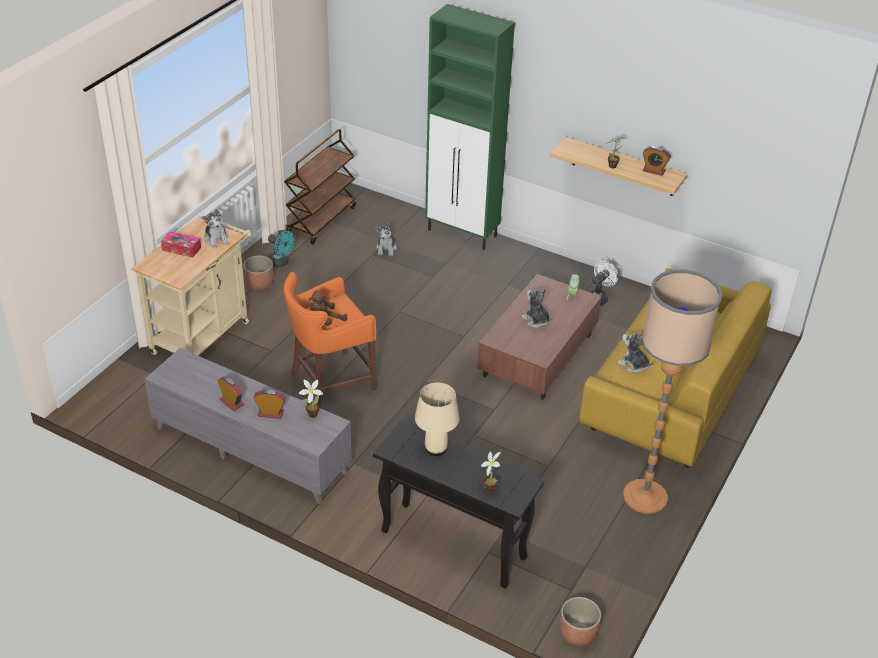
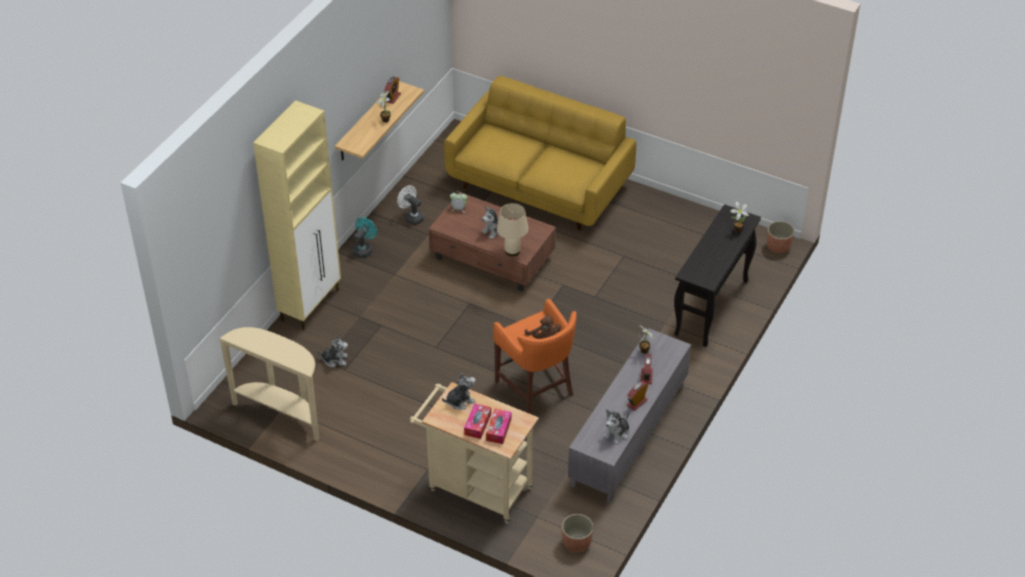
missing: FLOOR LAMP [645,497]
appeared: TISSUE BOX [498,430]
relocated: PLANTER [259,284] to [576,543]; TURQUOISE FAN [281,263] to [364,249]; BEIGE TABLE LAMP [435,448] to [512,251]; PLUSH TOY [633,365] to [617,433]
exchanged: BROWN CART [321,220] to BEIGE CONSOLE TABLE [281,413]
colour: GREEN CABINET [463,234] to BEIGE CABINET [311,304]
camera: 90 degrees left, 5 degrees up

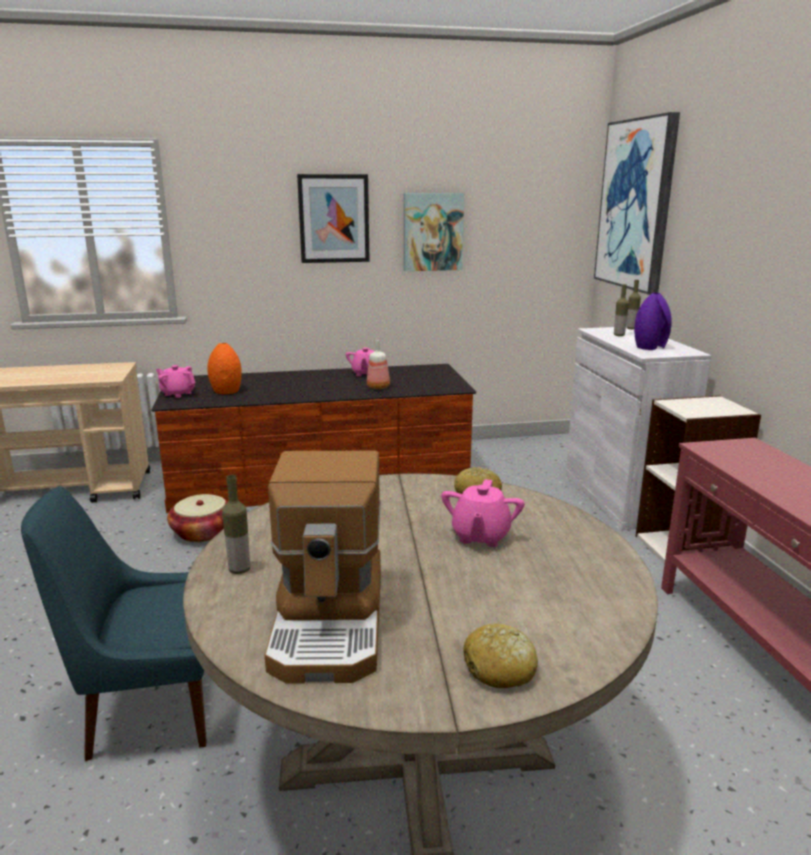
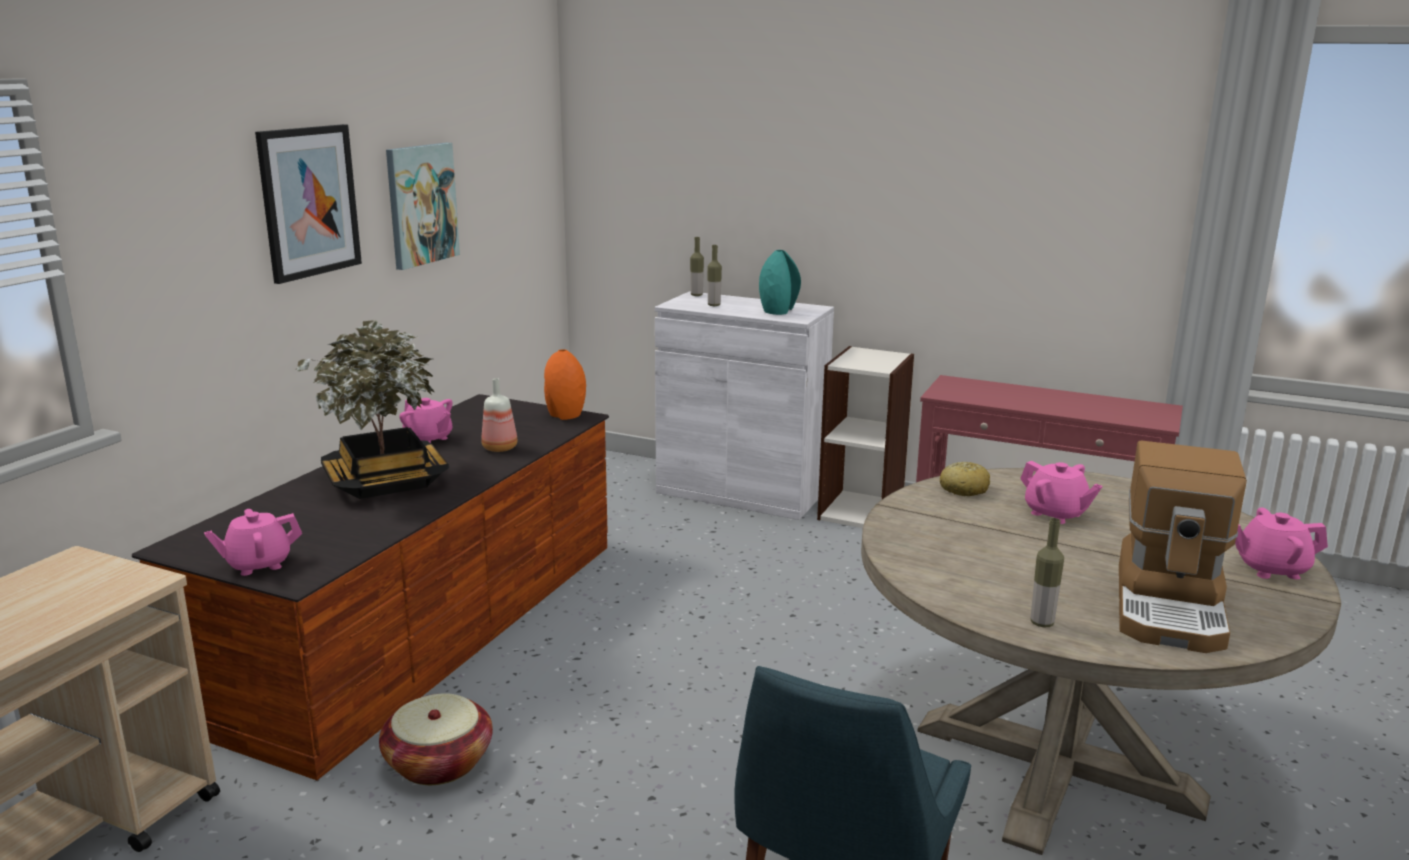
missing: PICTURE [636,205]
appeared: POTTED PLANT [385,481]
relocated: ORANGE VASE [226,391] to [565,415]
exchanged: BREAD [499,669] to PINK TEAPOT [1271,569]
colour: PURPLE VASE [650,347] to TURQUOISE VASE [778,311]
spun: COFFEE MACHINE [331,622] = [1171,607] 75 degrees clockwise
camera: 55 degrees left, 0 degrees up

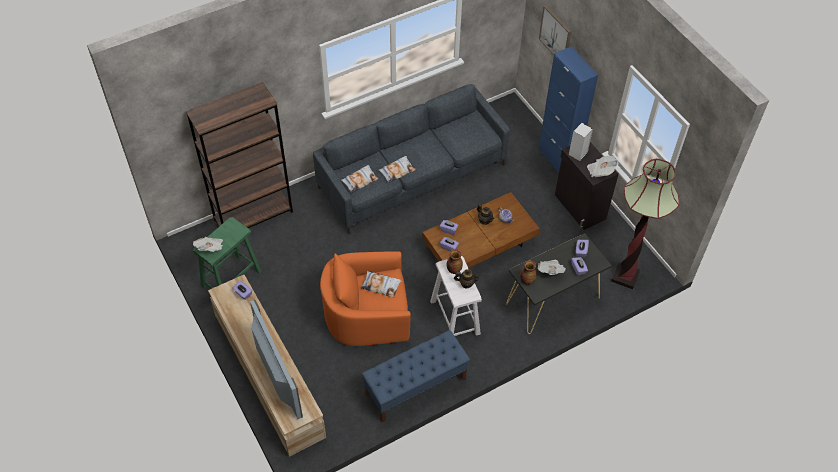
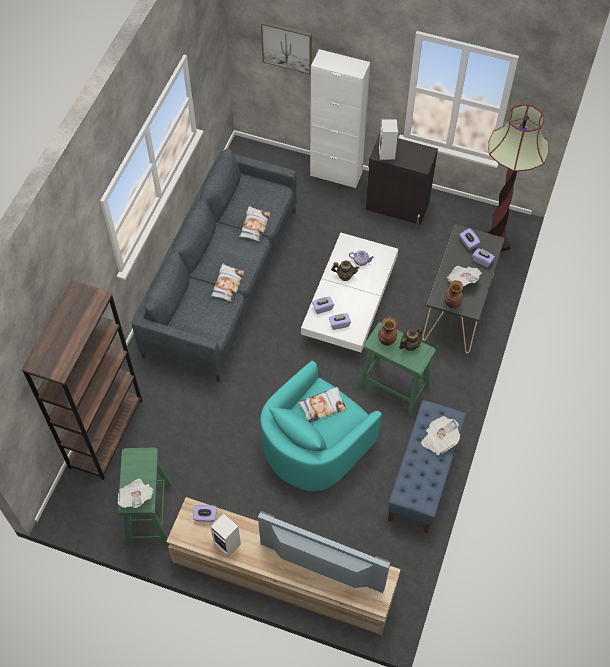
appeared: SPEAKER [228,544]
relocated: PILLOW [360,180] to [254,226]; NEWSPAPER [600,171] to [439,440]
colour: ORANGE ARMCHAIR [367,314] to TURQUOISE ARMCHAIR [314,445]; BROWN COFFEE TABLE [479,246] to WHITE COFFEE TABLE [349,305]; WHITE STOOL [455,317] to GREEN STOOL [393,386]; BLUE CABINET [557,159] to WHITE CABINET [336,174]
camera: 40 degrees left, 5 degrees up

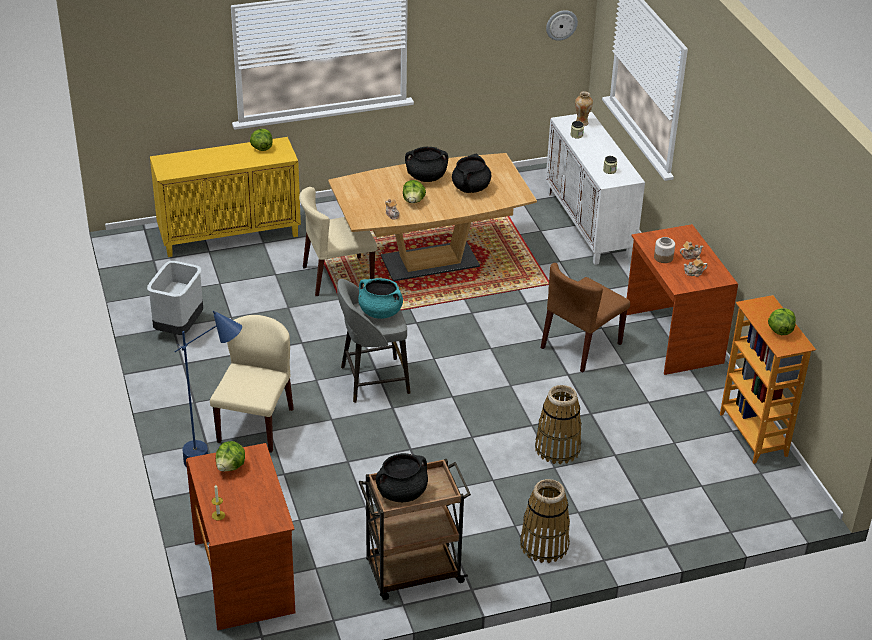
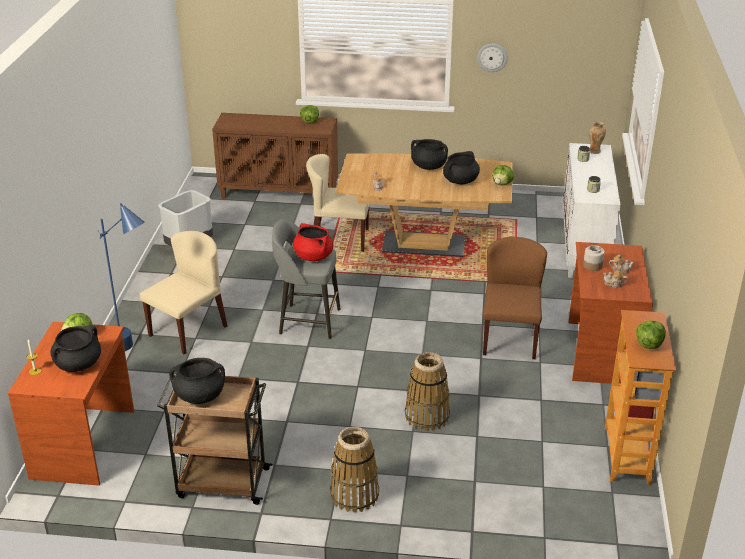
appeared: BLACK COOKING POT [78,364]
relocated: LETTUCE [413,201] to [502,184]; WALL CLOCK [561,24] to [492,57]
colour: YELLOW CABINET [230,235] to BROWN CABINET [280,193]; TURQUOISE COOKING POT [380,312] to RED COOKING POT [313,256]
spun: BROWN CHAIR [581,346] = [509,338] 120 degrees clockwise
camera: 25 degrees right, 5 degrees down

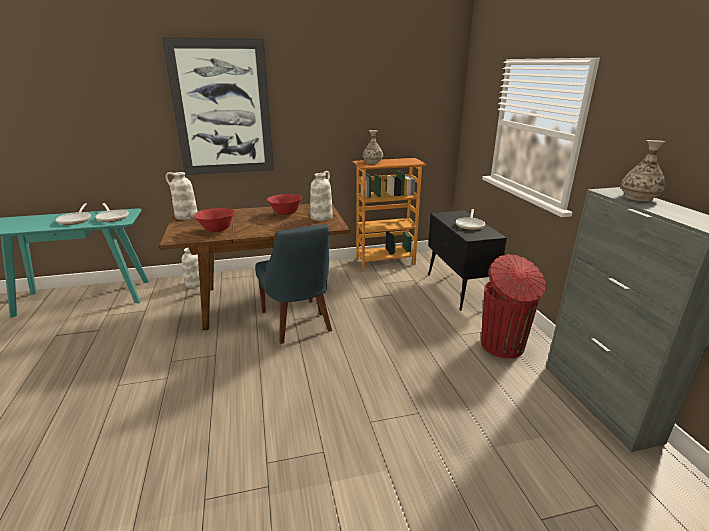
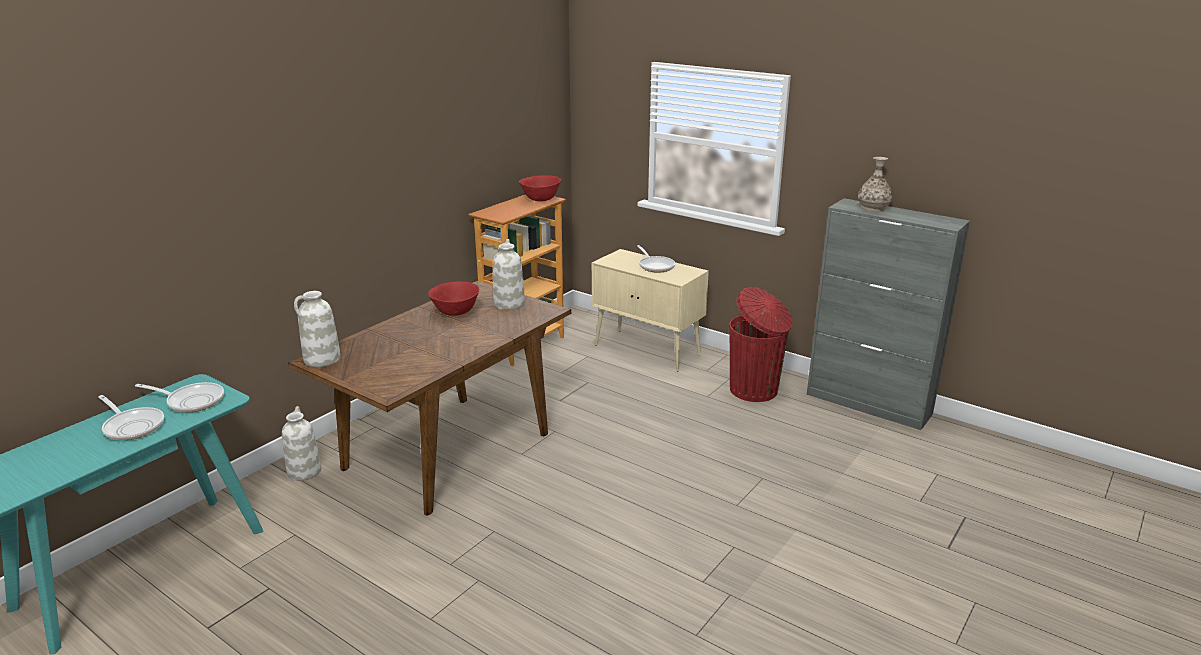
missing: PICTURE [222,109]; BLUE CHAIR [297,323]; VASE [372,162]
relocated: RED BOWL [217,230] to [541,200]
colour: BLACK CABINET [458,290] to BEIGE CABINET [648,350]
camera: 40 degrees left, 0 degrees up

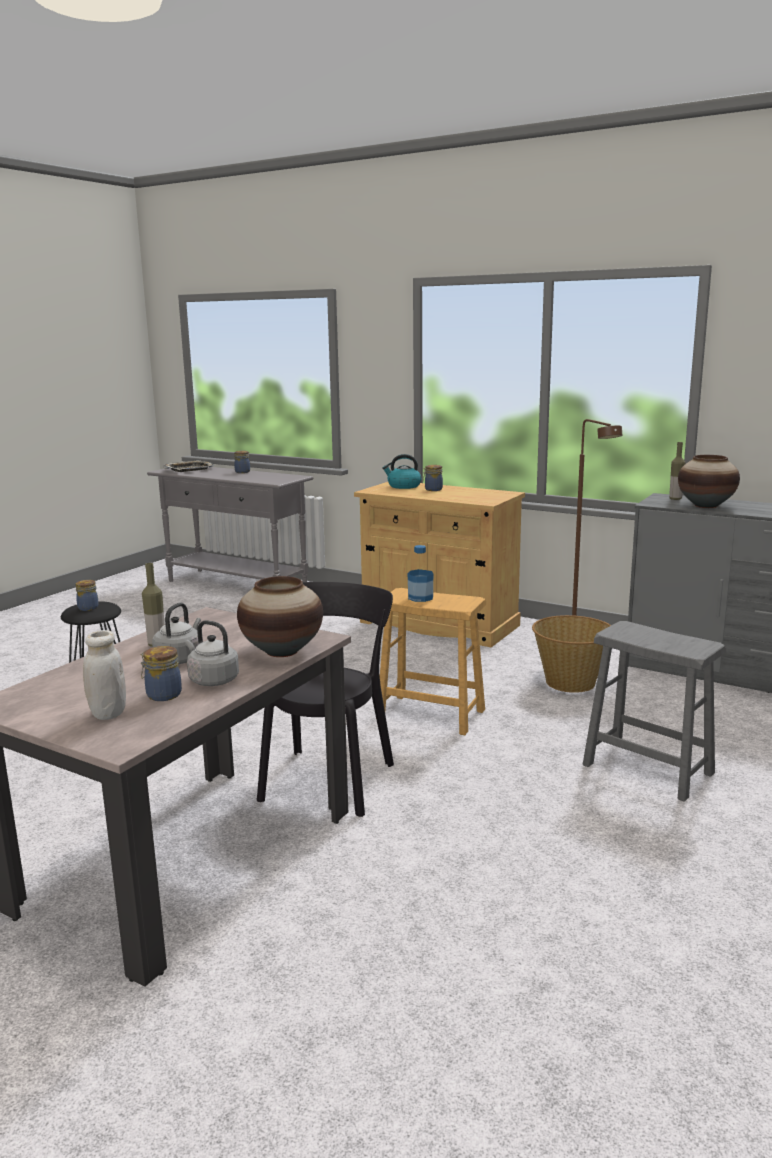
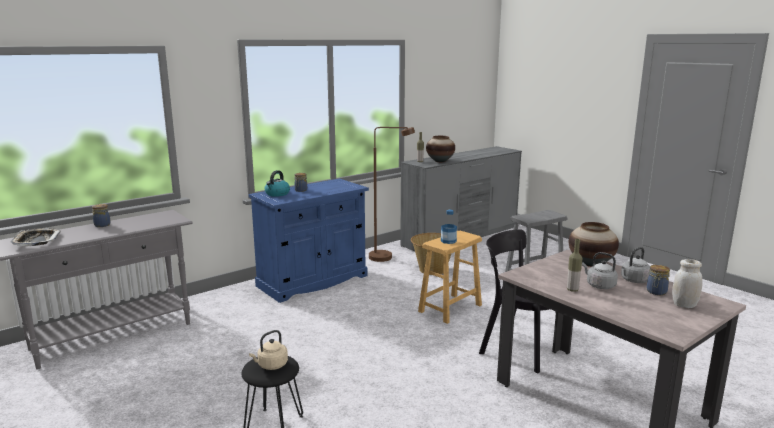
exchanged: JAR [87,608] to BEIGE KETTLE [271,365]
colour: BEIGE CABINET [438,624] to BLUE CABINET [313,281]
camera: 70 degrees left, 0 degrees up

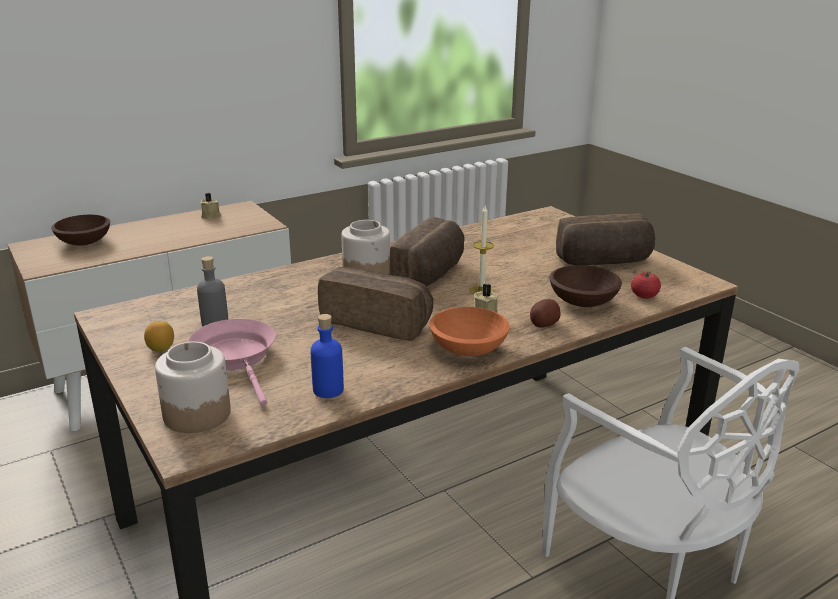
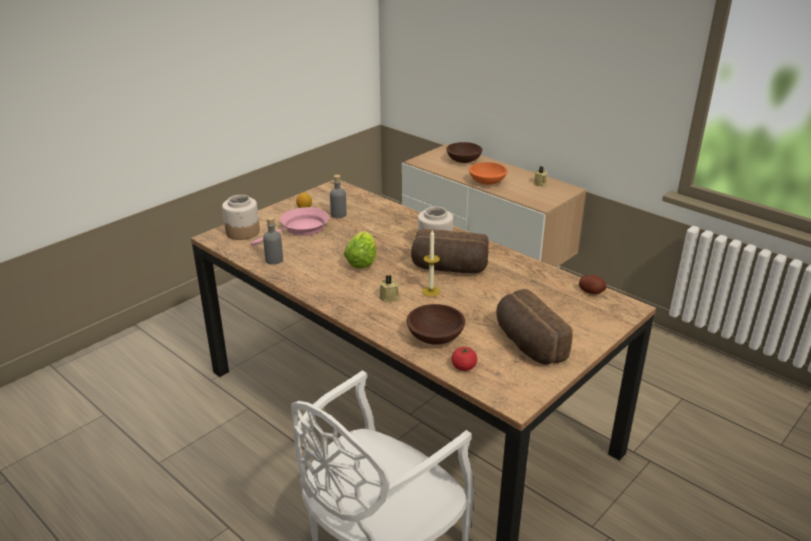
relocated: ORANGE BOWL [468,348] to [488,182]; POTATO [543,324] to [591,291]
exchanged: BREAD [377,322] to LETTUCE [362,261]
colour: BLUE BOTTLE [328,390] to GREY BOTTLE [274,260]
camera: 75 degrees right, 5 degrees up

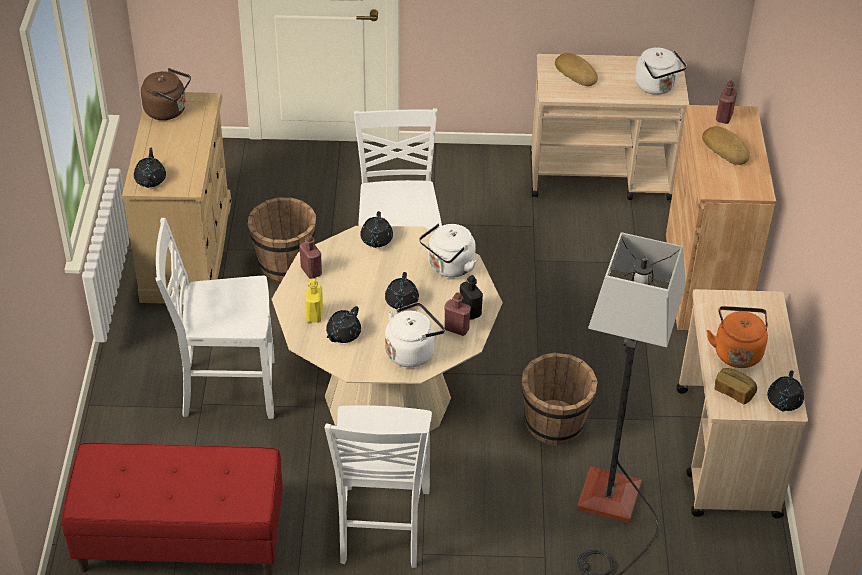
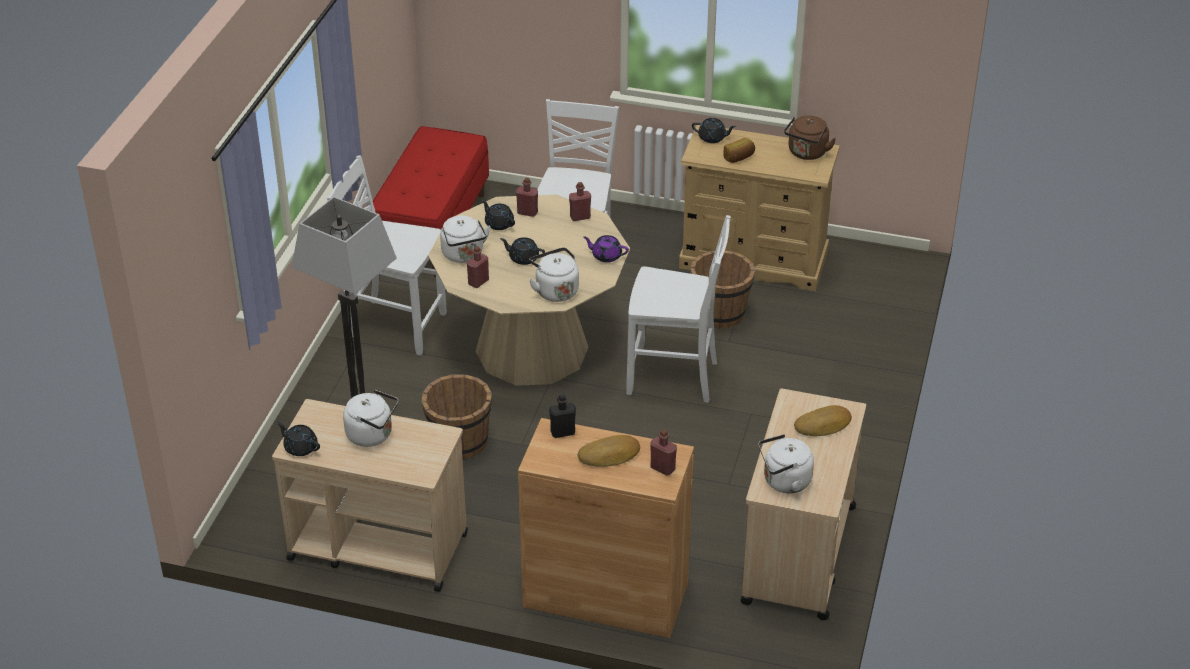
relocated: BLACK BOTTLE [470,312] to [562,432]; BREAD [734,392] to [739,157]
colour: YELLOW BOTTLE [314,315] to RED BOTTLE [527,212]; BLACK TEAPOT [376,240] to PURPLE TEAPOT [606,256]; ORANGE KETTLE [737,351] to WHITE KETTLE [372,435]
camera: 105 degrees right, 5 degrees down

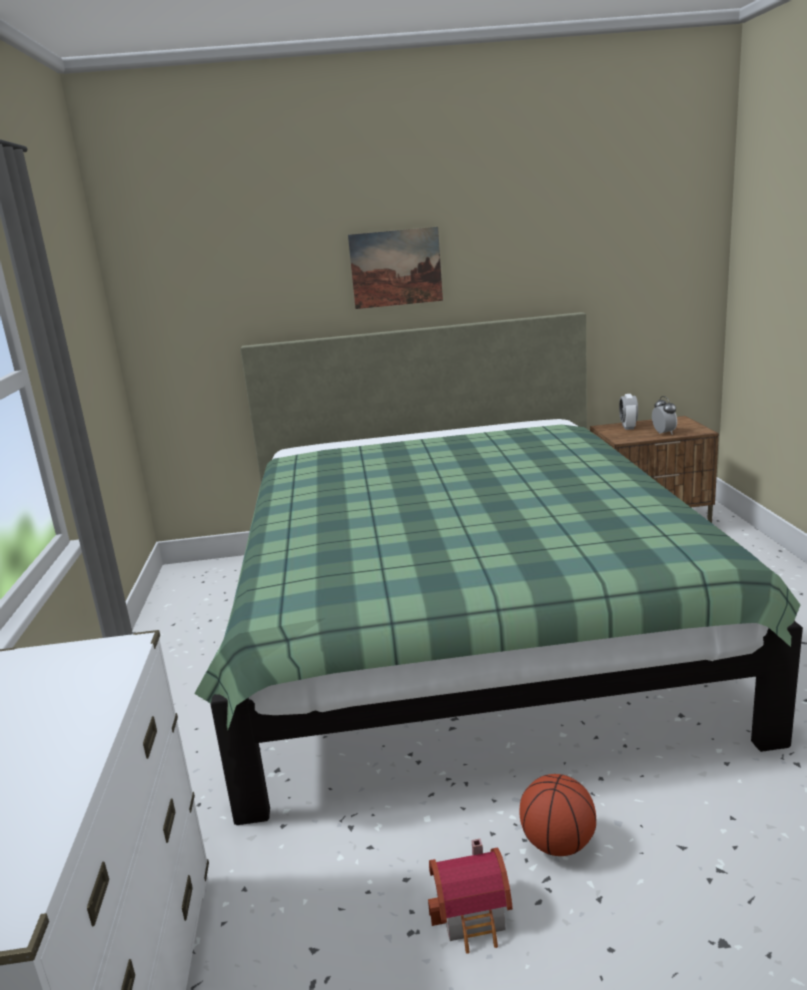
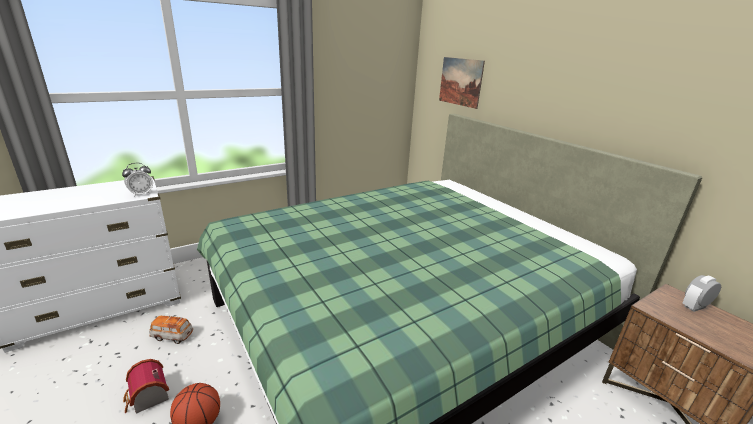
appeared: TOY CAR [172,336]
relocated: PICTURE [396,268] to [460,82]; ALARM CLOCK [663,433] to [141,194]
camera: 60 degrees right, 5 degrees up

